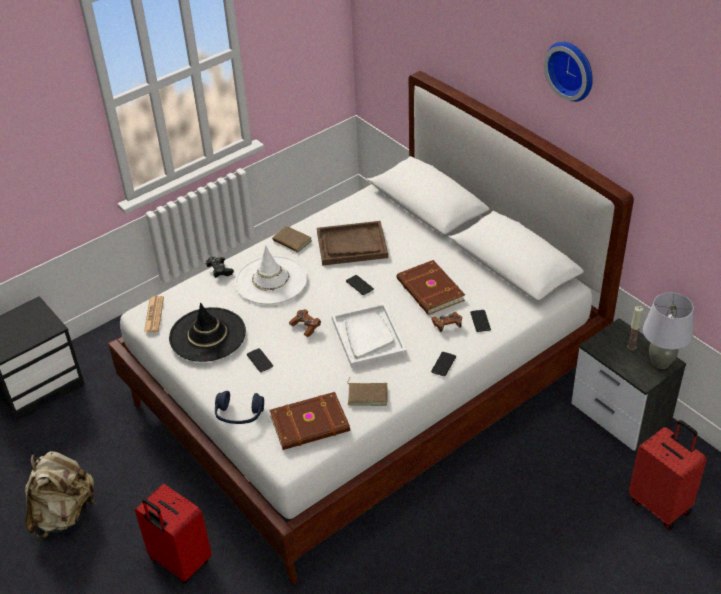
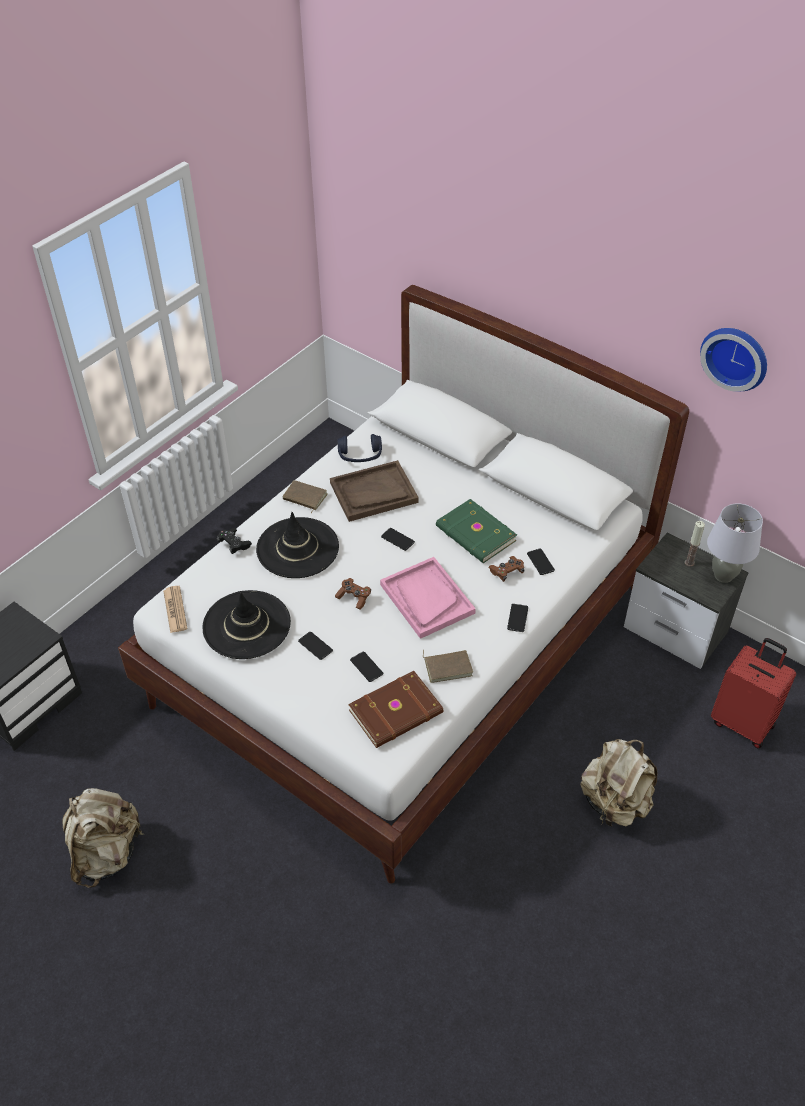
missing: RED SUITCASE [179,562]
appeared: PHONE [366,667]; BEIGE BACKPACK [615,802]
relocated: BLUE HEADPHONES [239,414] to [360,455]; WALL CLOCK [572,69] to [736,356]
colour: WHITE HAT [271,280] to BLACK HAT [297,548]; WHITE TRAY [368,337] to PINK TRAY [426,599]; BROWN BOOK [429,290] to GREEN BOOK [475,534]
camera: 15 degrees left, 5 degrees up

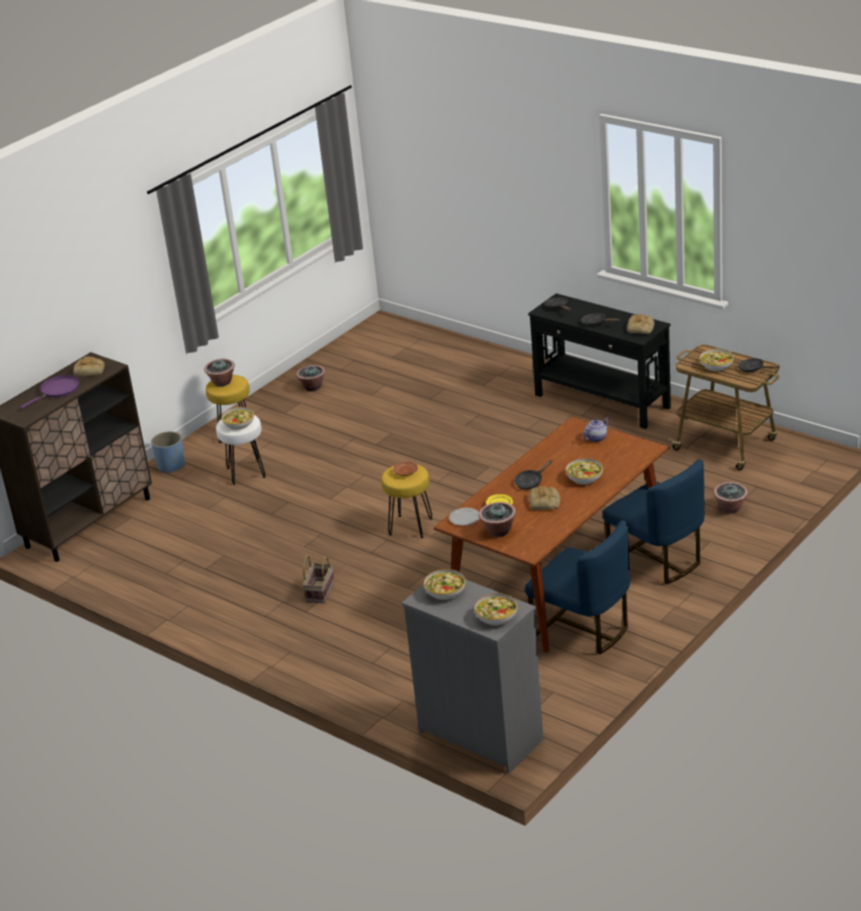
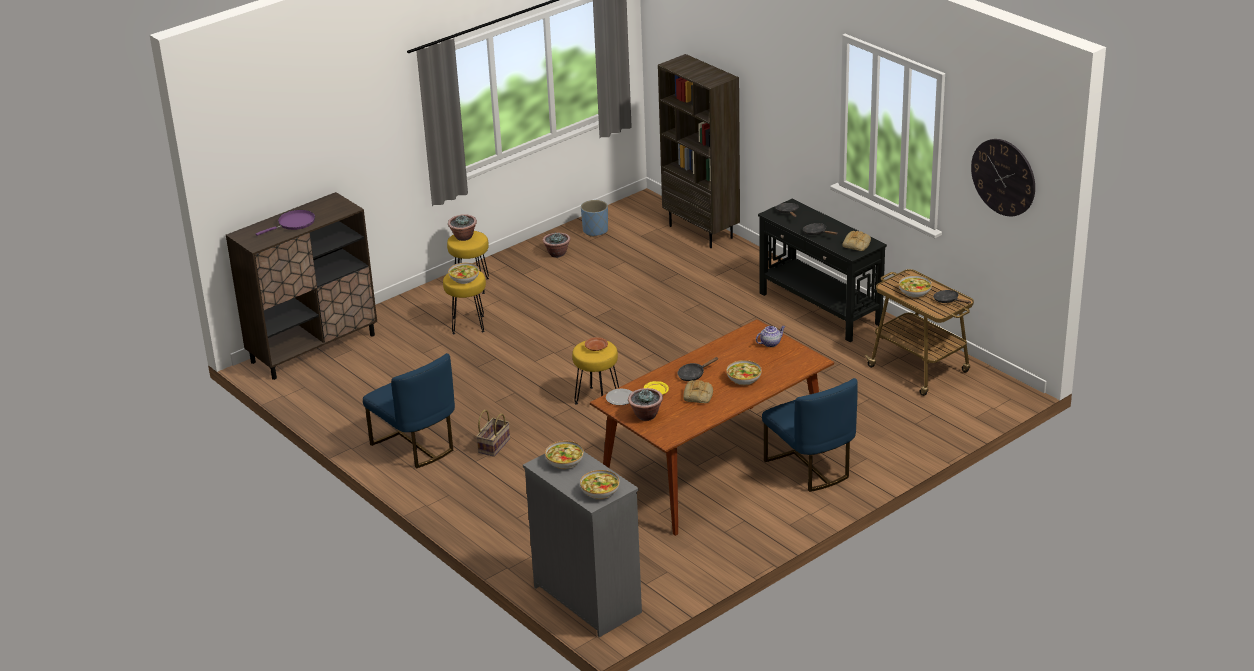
missing: BREAD [90,370]; POTTED PLANT [730,508]
appeared: BROWN BOOKCASE [702,232]; WALL CLOCK [1003,177]
relocated: BLUE PLANTER [171,466] to [595,230]; BLUE CHAIR [583,629] to [415,445]
colour: WHITE STOOL [245,473] to YELLOW STOOL [467,325]
camera: 10 degrees right, 0 degrees up

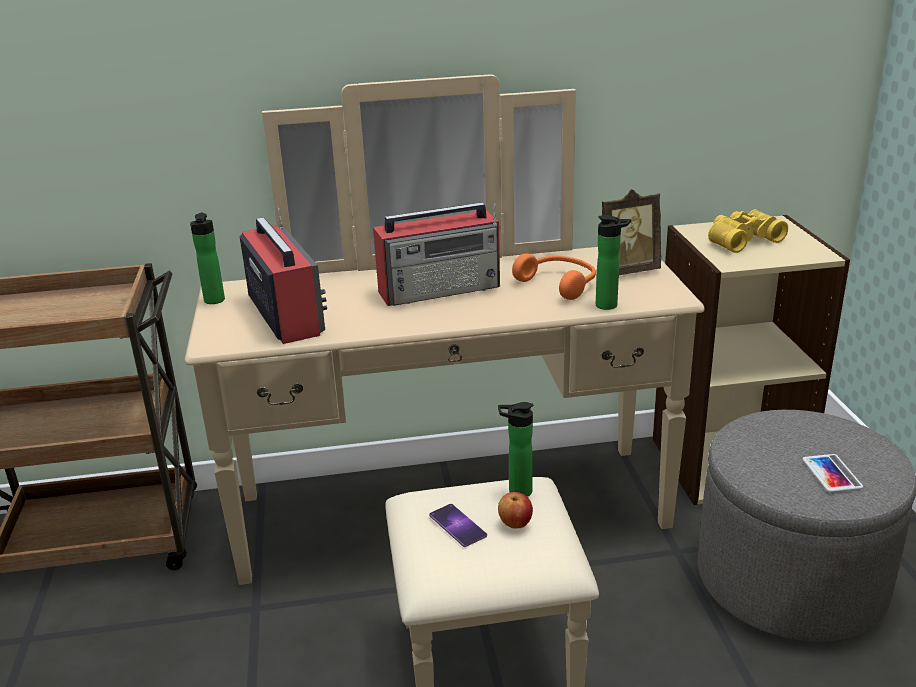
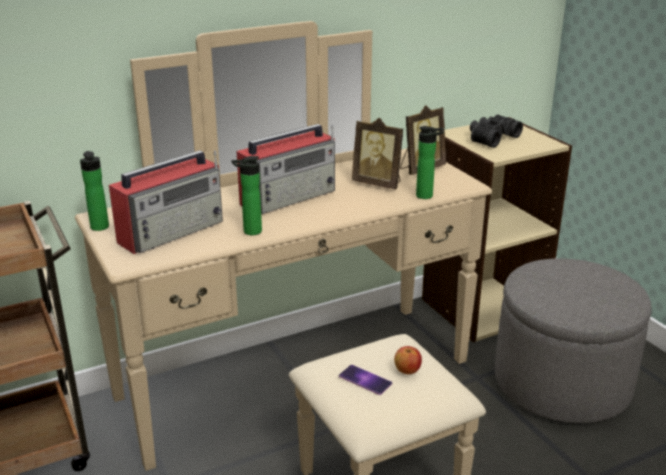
missing: PHONE [831,473]
relocated: BOTTLE [516,491] to [249,232]
exchanged: ORANGE HEADPHONES [559,284] to PICTURE FRAME [378,183]
colour: YELLOW BINOCULARS [741,240] to BLACK BINOCULARS [491,138]
spun: RADIO [285,314] = [173,231] 90 degrees clockwise
camera: 20 degrees left, 0 degrees up

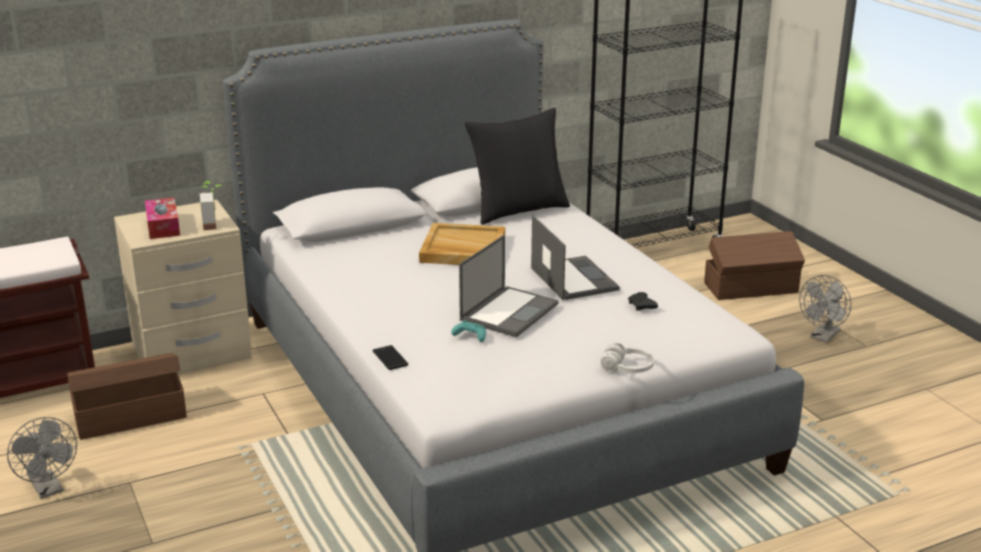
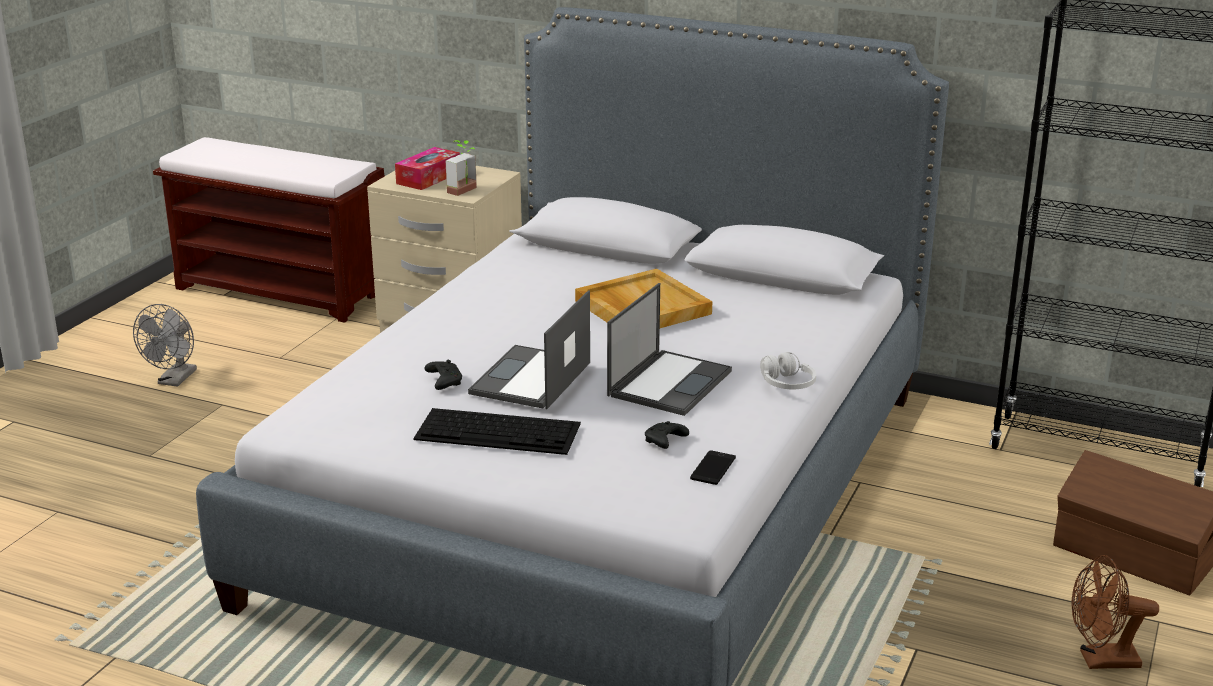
missing: BROWN STORAGE BOX [129,416]; BLACK PILLOW [519,210]
appeared: KEYBOARD [499,431]
relocated: PHONE [390,358] to [713,468]; WHITE HEADPHONES [627,368] to [786,384]
colour: TURQUOISE GAME CONTROLLER [469,336] to BLACK GAME CONTROLLER [443,381]; GREY FAN [823,337] to BROWN FAN [1101,660]
spun: LAPTOP [509,311] = [530,379] 120 degrees clockwise
camera: 50 degrees right, 0 degrees up

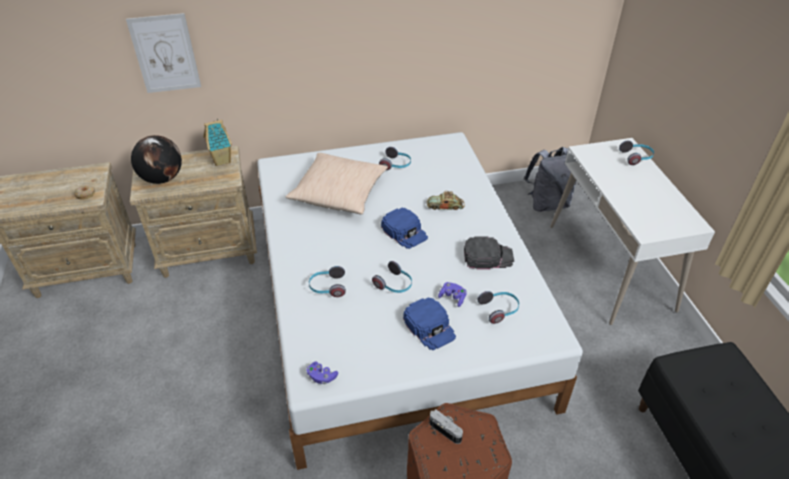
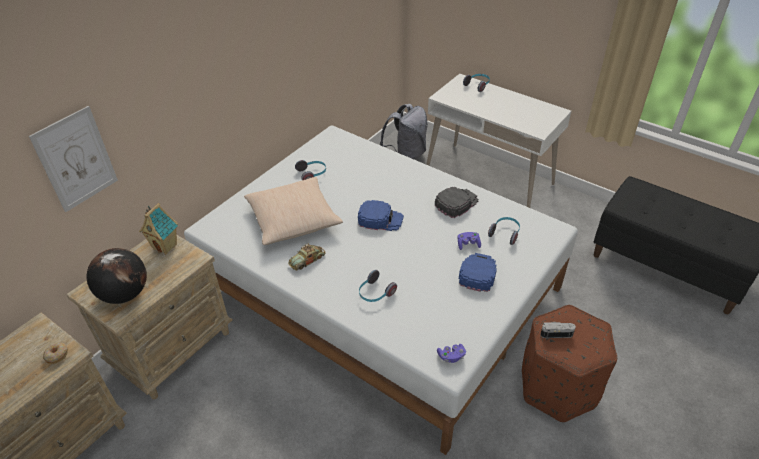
missing: HEADPHONES [394,285]
relocated: TOY CAR [445,205] to [307,260]
spun: BLUE CAP [430,327] = [477,273] 90 degrees counterclockwise
camera: 40 degrees left, 0 degrees up

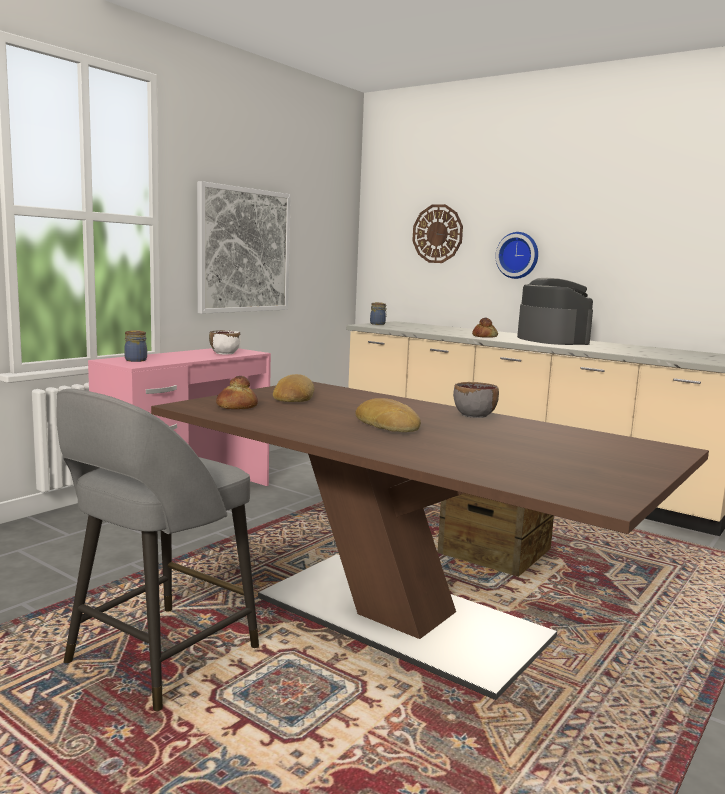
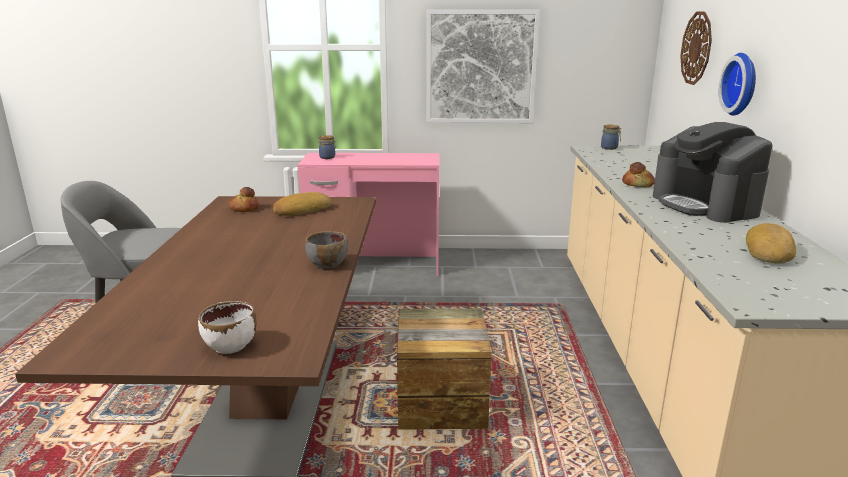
relocated: WHITE BOWL [225,353] to [230,346]; BREAD [388,425] to [770,251]
spun: COFFEE MACHINE [551,340] = [705,205] 120 degrees clockwise
camera: 55 degrees right, 10 degrees up

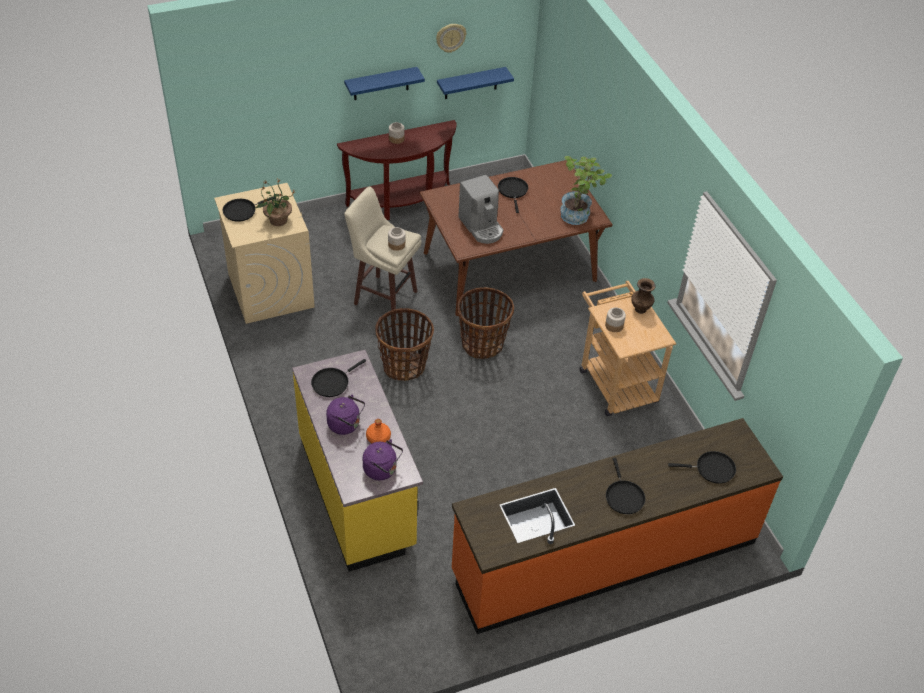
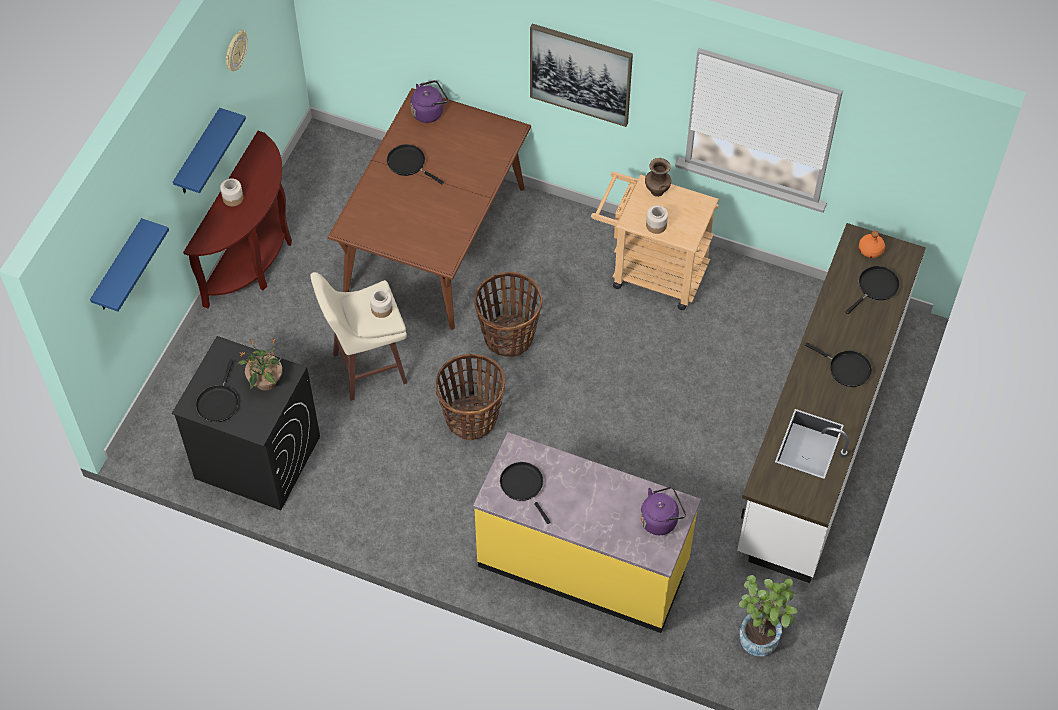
missing: COFFEE MACHINE [481,227]
appeared: PICTURE [580,74]
relocated: PURPLE KETTLE [346,425] to [429,111]; ORANGE BOTTLE [378,438] to [870,250]; BLUE SHELF [471,83] to [119,268]; POTTED PLANT [579,214] to [761,633]
colour: BEIGE WASHING MACHINE [270,290] to BLACK WASHING MACHINE [256,457]; ORANGE COUNTER [604,557] to WHITE COUNTER [820,432]
spun: BLACK FRYING PAN [332,382] = [523,486] 150 degrees clockwise
camera: 45 degrees left, 10 degrees up

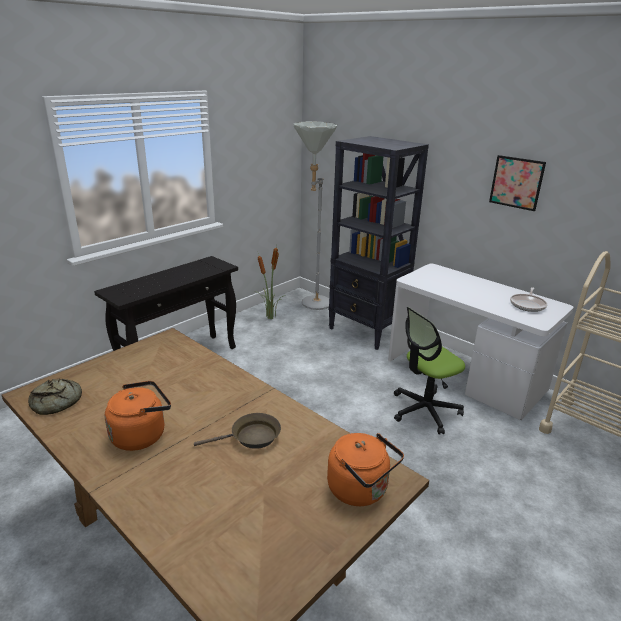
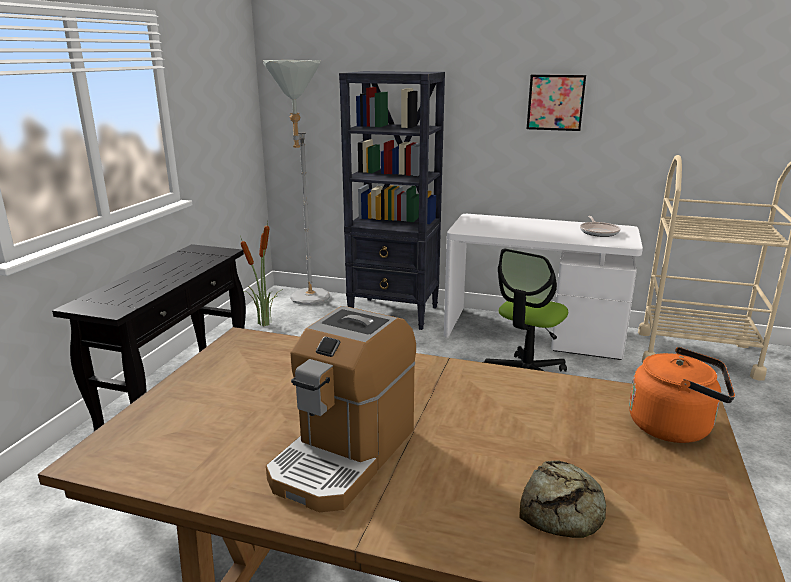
missing: BROWN FRYING PAN [251,437]
relocated: BREAD [57,402] to [563,507]
exchanged: ORANGE KETTLE [141,435] to COFFEE MACHINE [344,454]
camera: 25 degrees left, 5 degrees down

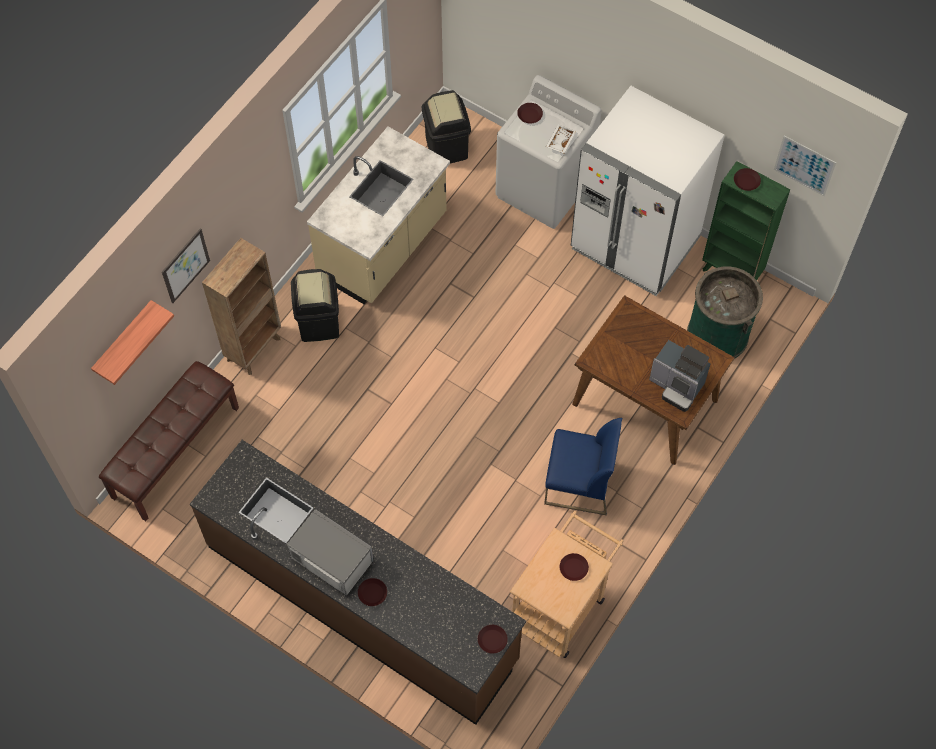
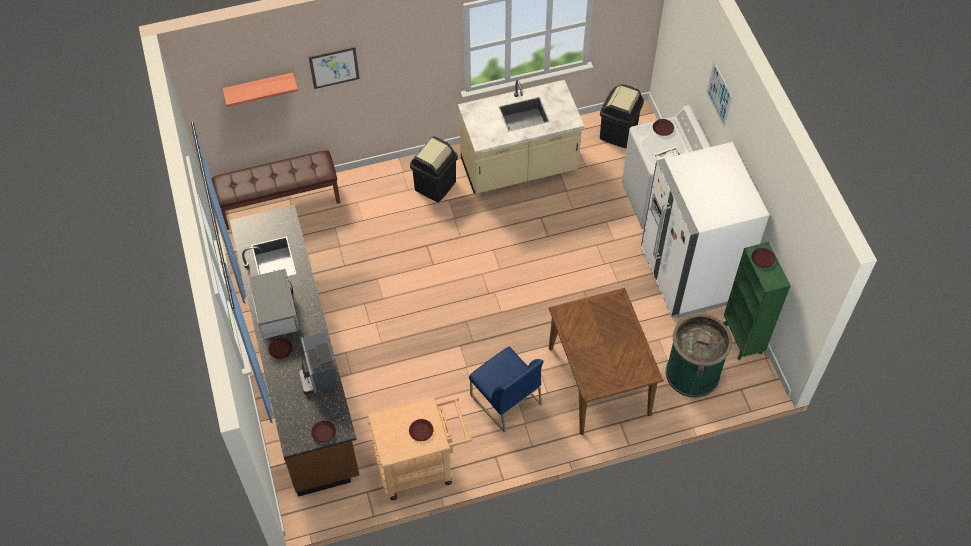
missing: BROWN BOOKCASE [254,348]
relocated: COFFEE MACHINE [677,386] to [319,374]; PICTURE [804,165] to [719,94]
camera: 40 degrees right, 5 degrees down

